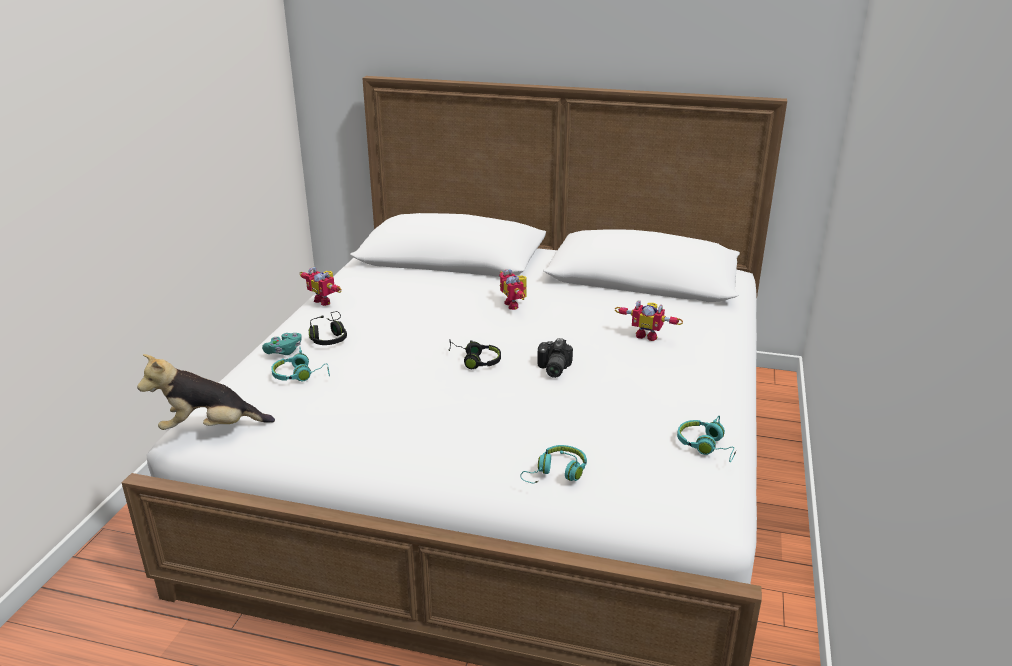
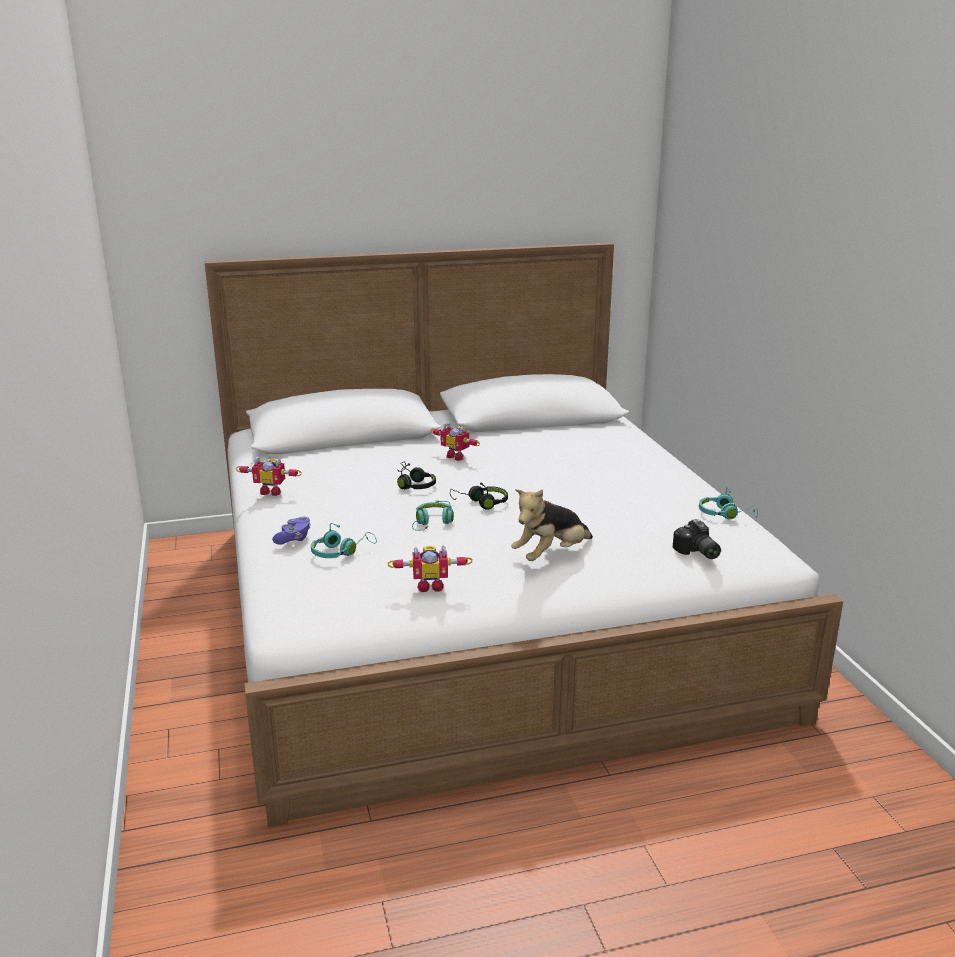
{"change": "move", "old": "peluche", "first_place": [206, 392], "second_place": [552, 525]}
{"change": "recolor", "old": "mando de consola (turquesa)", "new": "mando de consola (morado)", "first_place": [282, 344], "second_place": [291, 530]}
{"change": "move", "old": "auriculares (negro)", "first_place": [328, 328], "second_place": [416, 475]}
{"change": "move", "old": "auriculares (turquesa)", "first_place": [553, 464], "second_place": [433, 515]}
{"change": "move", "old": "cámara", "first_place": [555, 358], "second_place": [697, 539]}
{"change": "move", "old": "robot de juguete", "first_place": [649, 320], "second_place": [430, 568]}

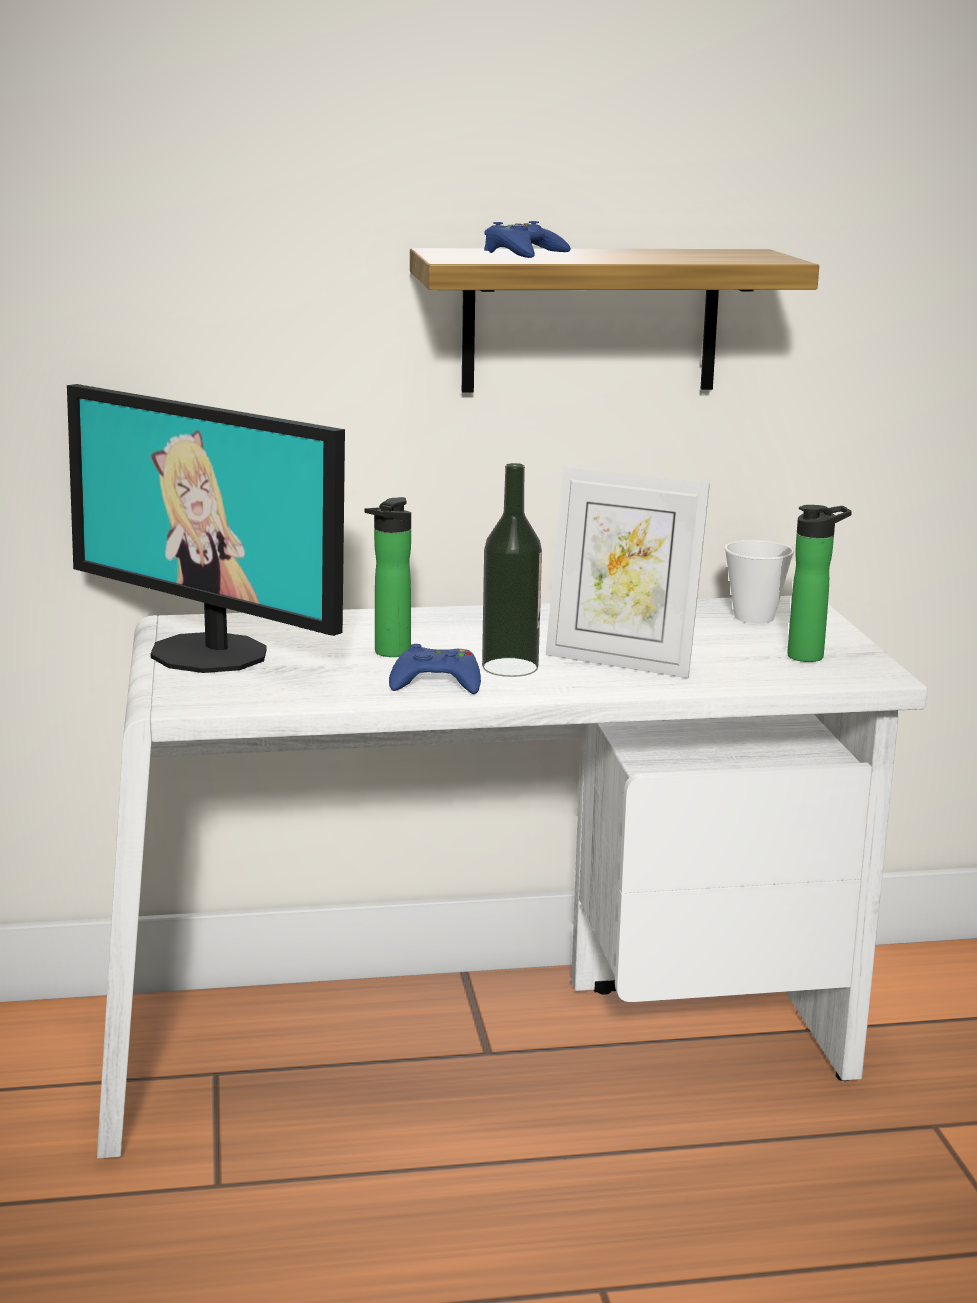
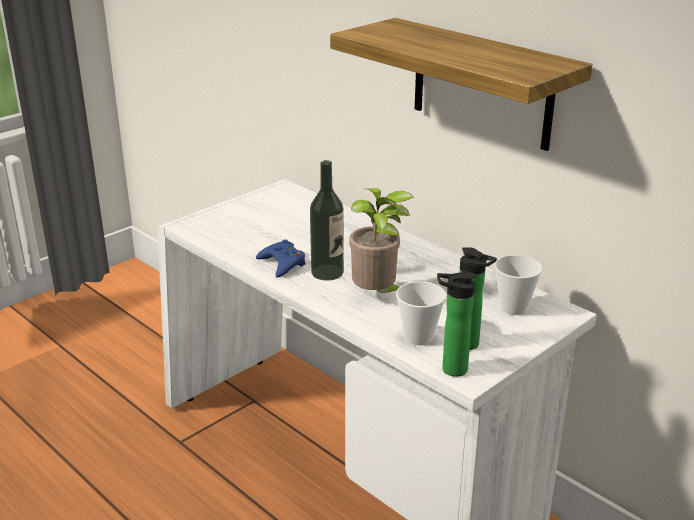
{"change": "delete", "old": "monitor", "first_place": [206, 528]}
{"change": "move", "old": "botella", "first_place": [387, 577], "second_place": [456, 324]}
{"change": "delete", "old": "mando de consola (azul)", "first_place": [527, 239]}
{"change": "replace", "old": "portarretratos", "new": "planta en maceta", "first_place": [627, 572], "second_place": [381, 240]}
{"change": "insert", "new": "taza", "second_place": [421, 313]}

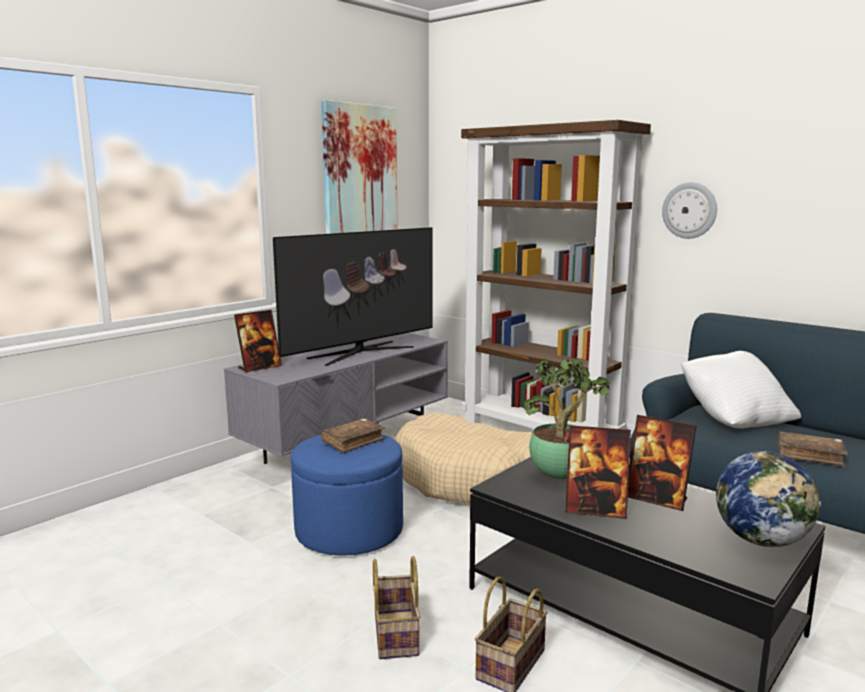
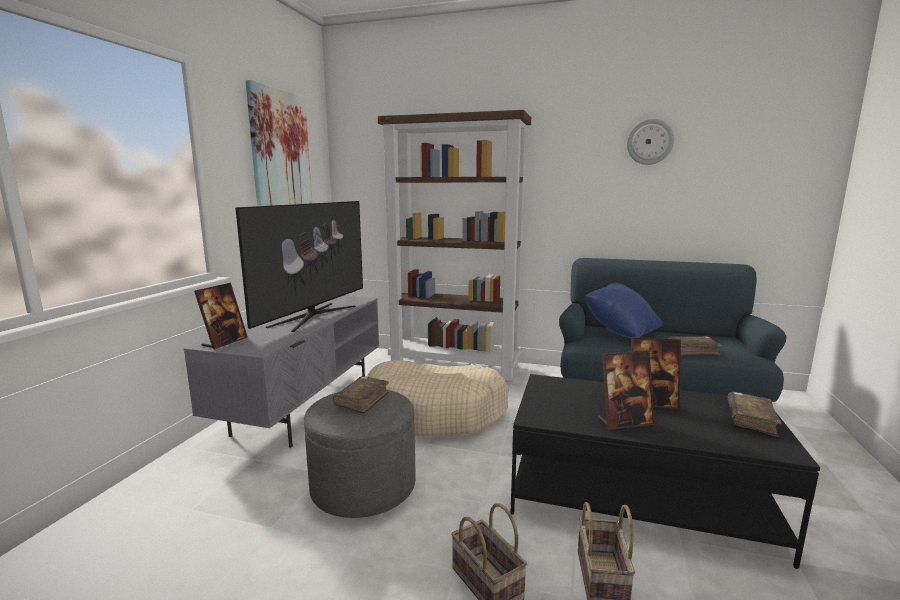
{"change": "recolor", "old": "puf (azul)", "new": "puf (gris)", "first_place": [347, 495], "second_place": [360, 454]}
{"change": "delete", "old": "planta en maceta", "first_place": [566, 418]}
{"change": "move", "old": "reloj de pared", "first_place": [689, 210], "second_place": [650, 142]}
{"change": "recolor", "old": "cojín (blanco)", "new": "cojín (azul)", "first_place": [741, 389], "second_place": [624, 310]}
{"change": "replace", "old": "globo terráqueo", "new": "libro (marrón)", "first_place": [768, 499], "second_place": [755, 414]}

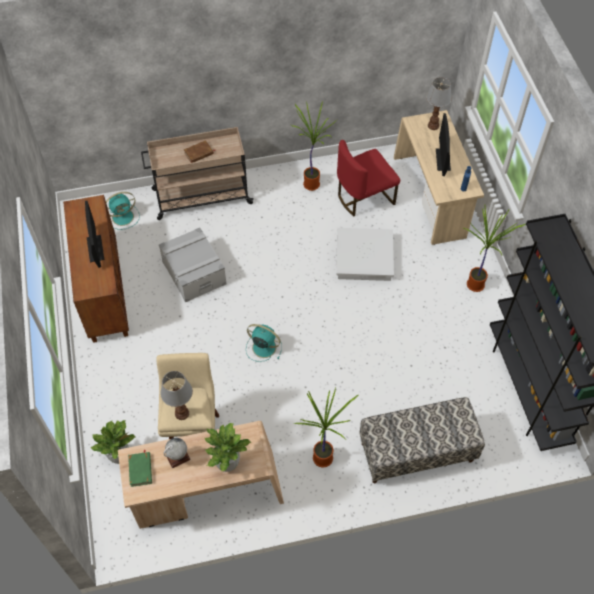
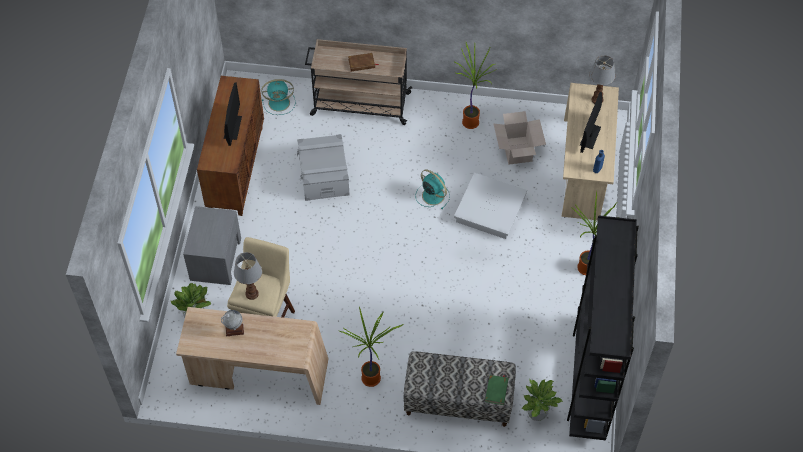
{"change": "move", "old": "libro (verde)", "first_place": [140, 468], "second_place": [496, 390]}
{"change": "move", "old": "planta en maceta", "first_place": [228, 447], "second_place": [542, 400]}
{"change": "move", "old": "ventilador (turquesa)", "first_place": [264, 343], "second_place": [432, 190]}
{"change": "replace", "old": "silla (rojo)", "new": "caja de cartón", "first_place": [368, 178], "second_place": [520, 138]}
{"change": "insert", "new": "mesita de noche (gris)", "second_place": [212, 245]}

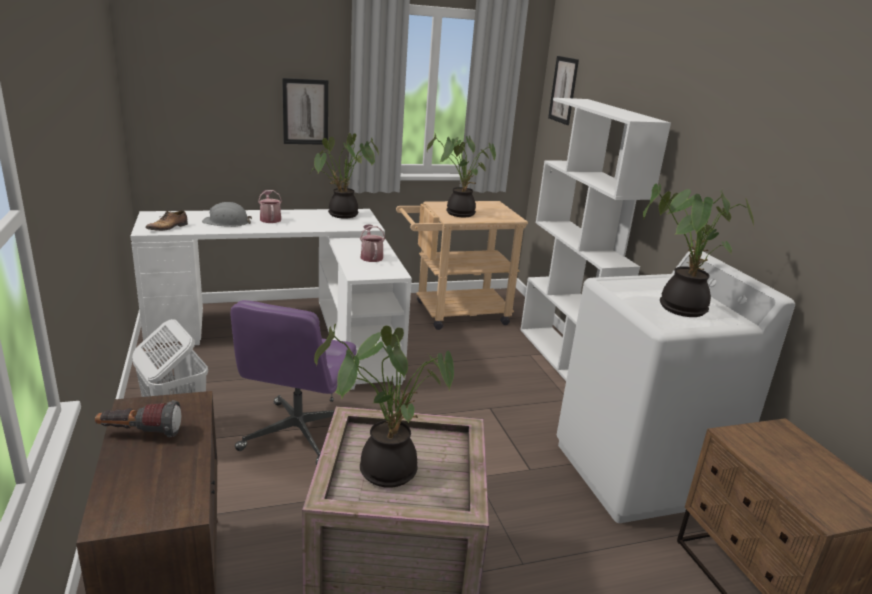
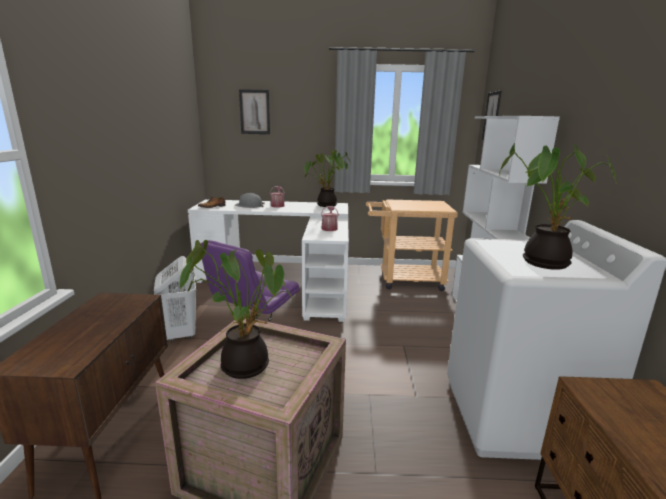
{"change": "delete", "old": "linterna", "first_place": [138, 418]}
{"change": "move", "old": "cuadro", "first_place": [305, 111], "second_place": [254, 111]}
{"change": "delete", "old": "planta en maceta", "first_place": [461, 175]}

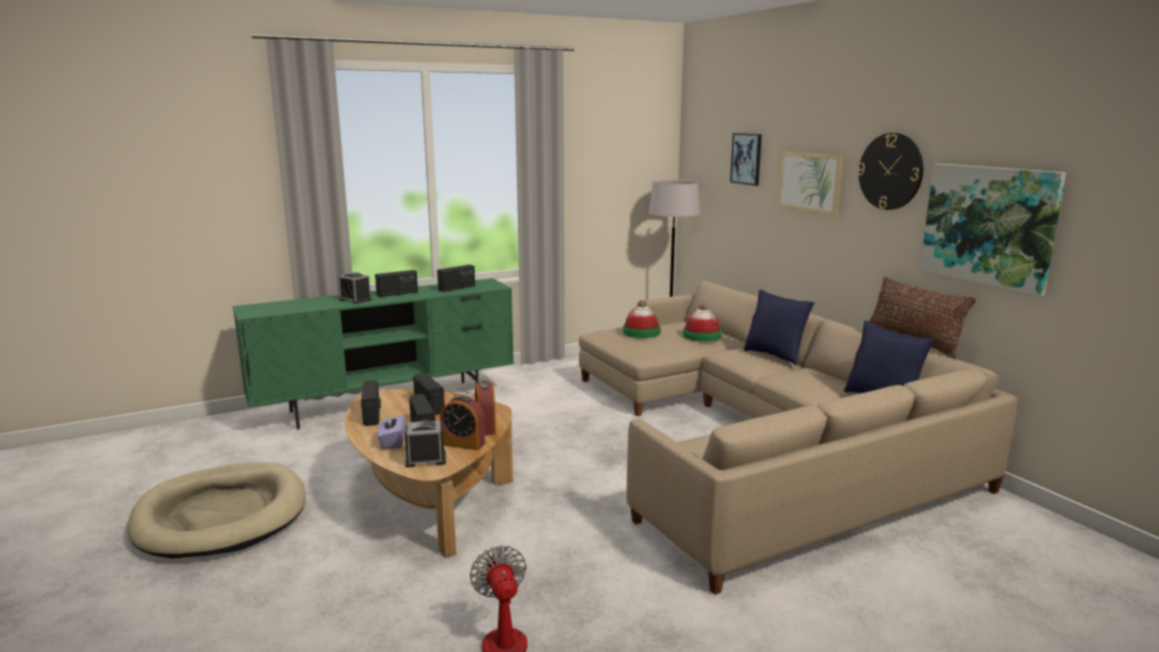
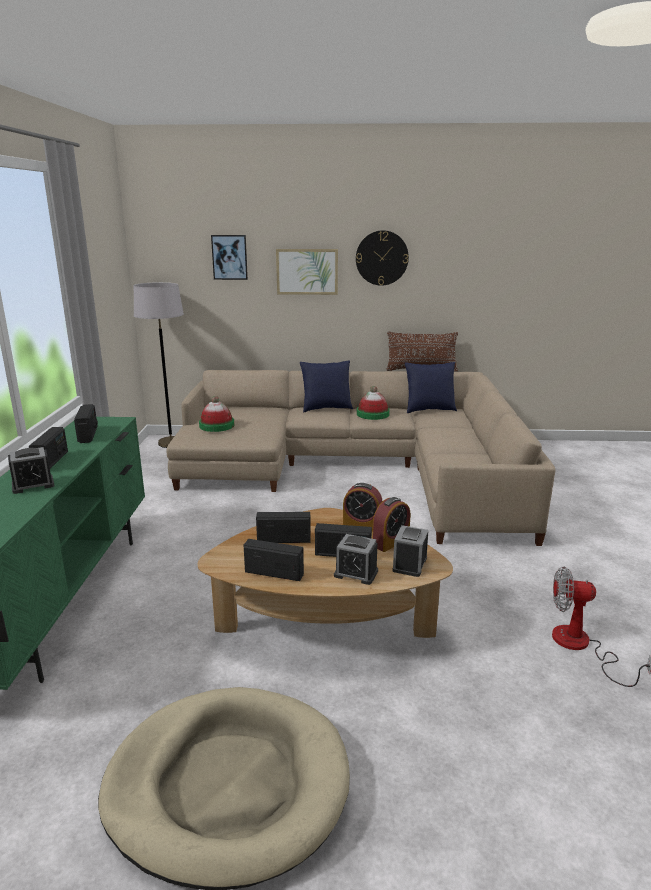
{"change": "replace", "old": "caja de pañuelos (morado)", "new": "despertador", "first_place": [391, 430], "second_place": [356, 559]}
{"change": "move", "old": "sombrero", "first_place": [702, 322], "second_place": [373, 403]}
{"change": "delete", "old": "cuadro", "first_place": [993, 230]}

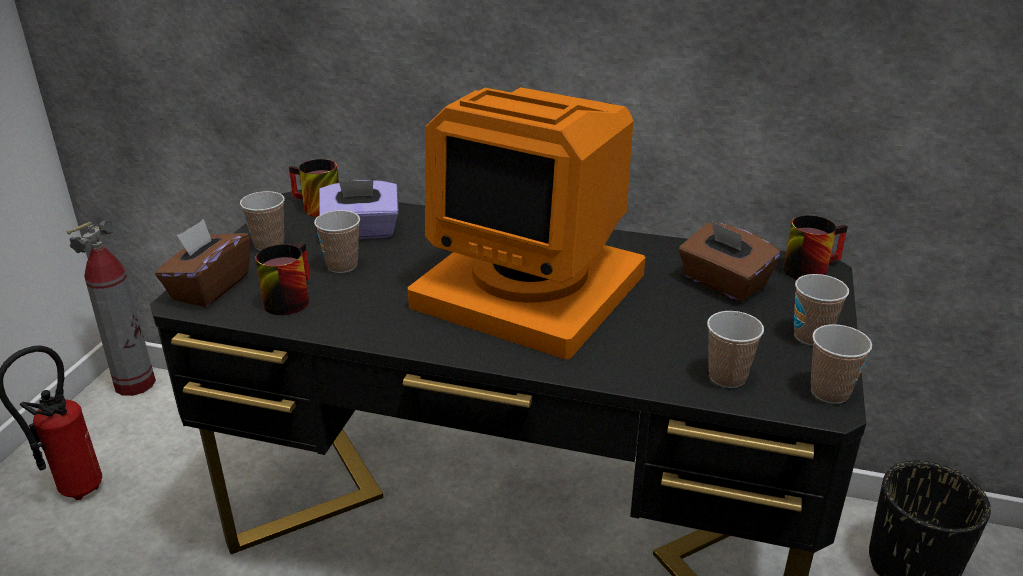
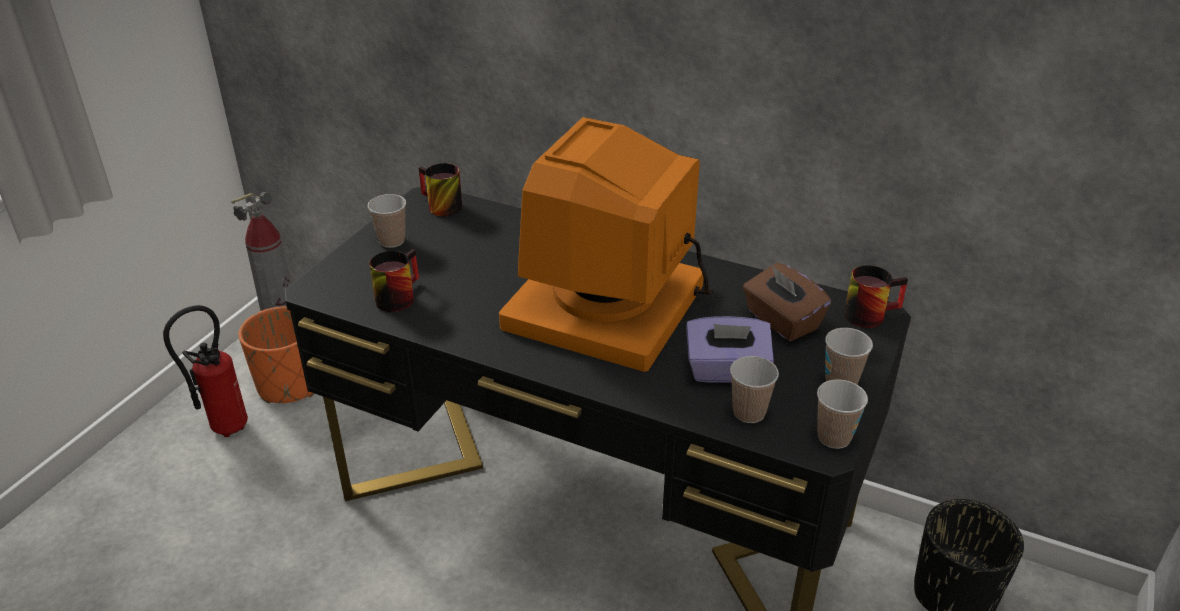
{"change": "delete", "old": "caja de pañuelos (marrón)", "first_place": [202, 263]}
{"change": "delete", "old": "taza", "first_place": [337, 241]}
{"change": "move", "old": "caja de pañuelos (morado)", "first_place": [359, 209], "second_place": [730, 349]}
{"change": "rotate", "old": "monitor", "first_place": [526, 223], "second_place": [606, 244], "degrees": 75}
{"change": "insert", "new": "maceta (naranja)", "second_place": [276, 354]}

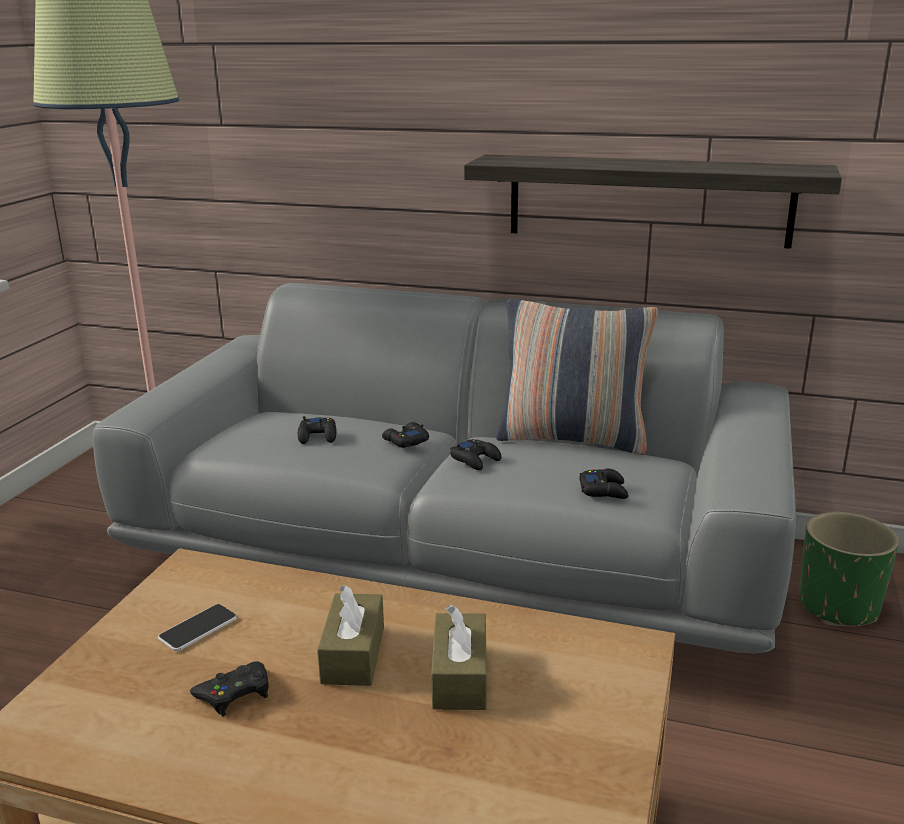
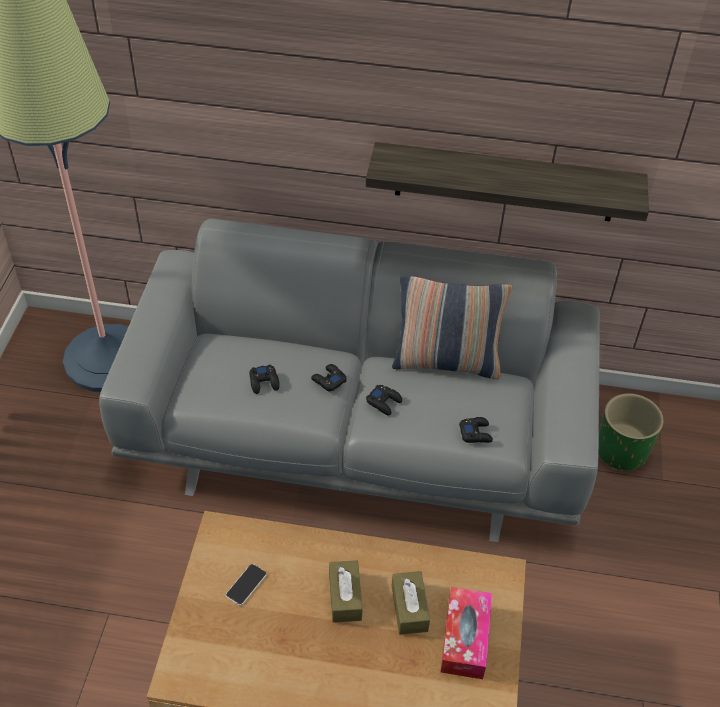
{"change": "delete", "old": "mando de consola (negro)", "first_place": [229, 688]}
{"change": "insert", "new": "caja de pañuelos", "second_place": [466, 633]}

